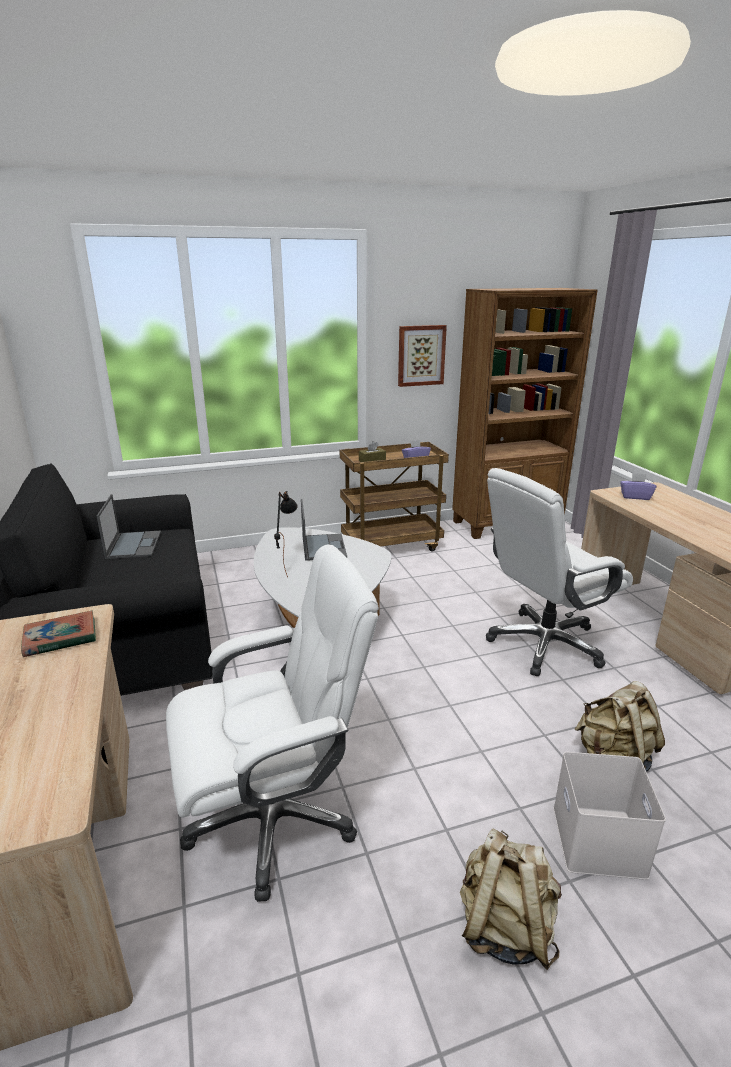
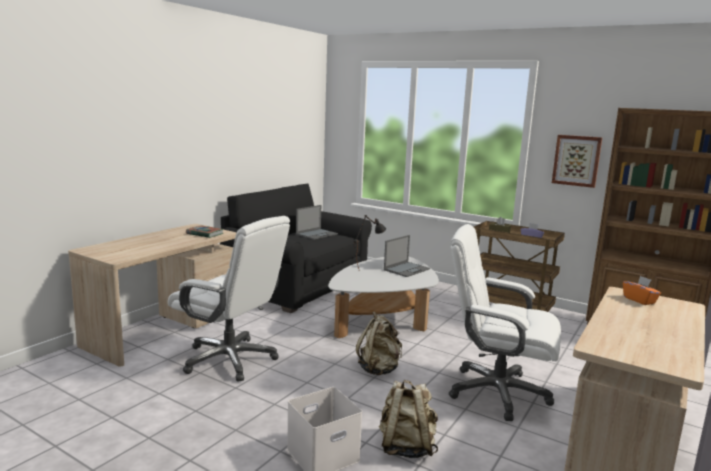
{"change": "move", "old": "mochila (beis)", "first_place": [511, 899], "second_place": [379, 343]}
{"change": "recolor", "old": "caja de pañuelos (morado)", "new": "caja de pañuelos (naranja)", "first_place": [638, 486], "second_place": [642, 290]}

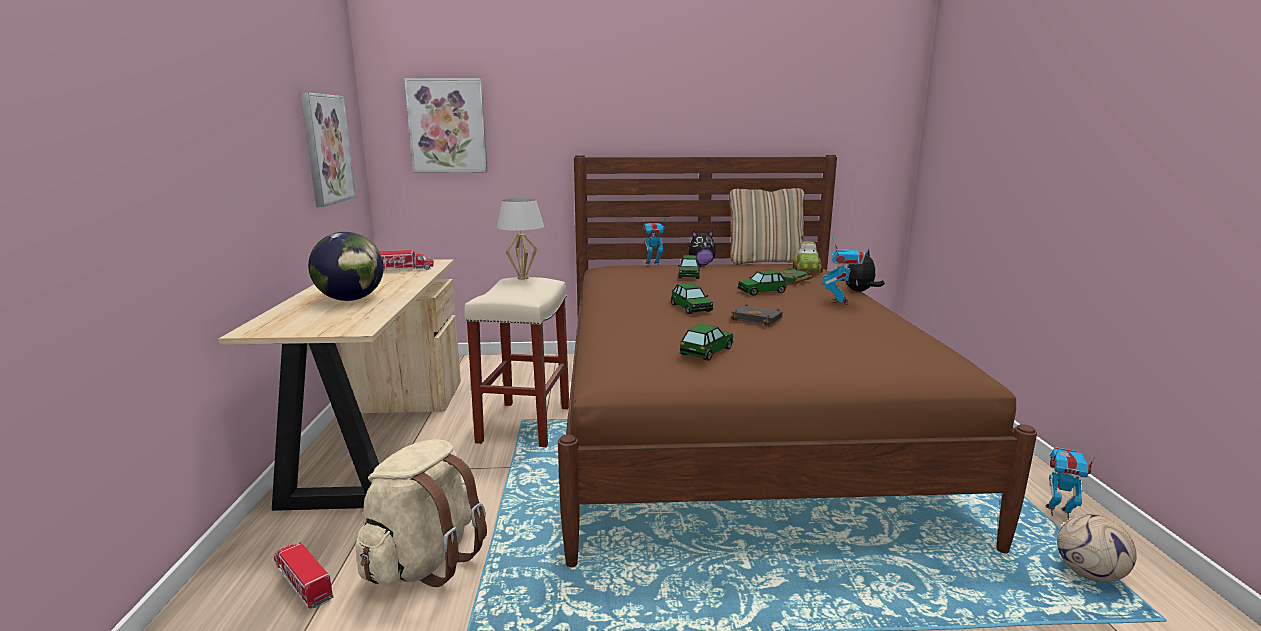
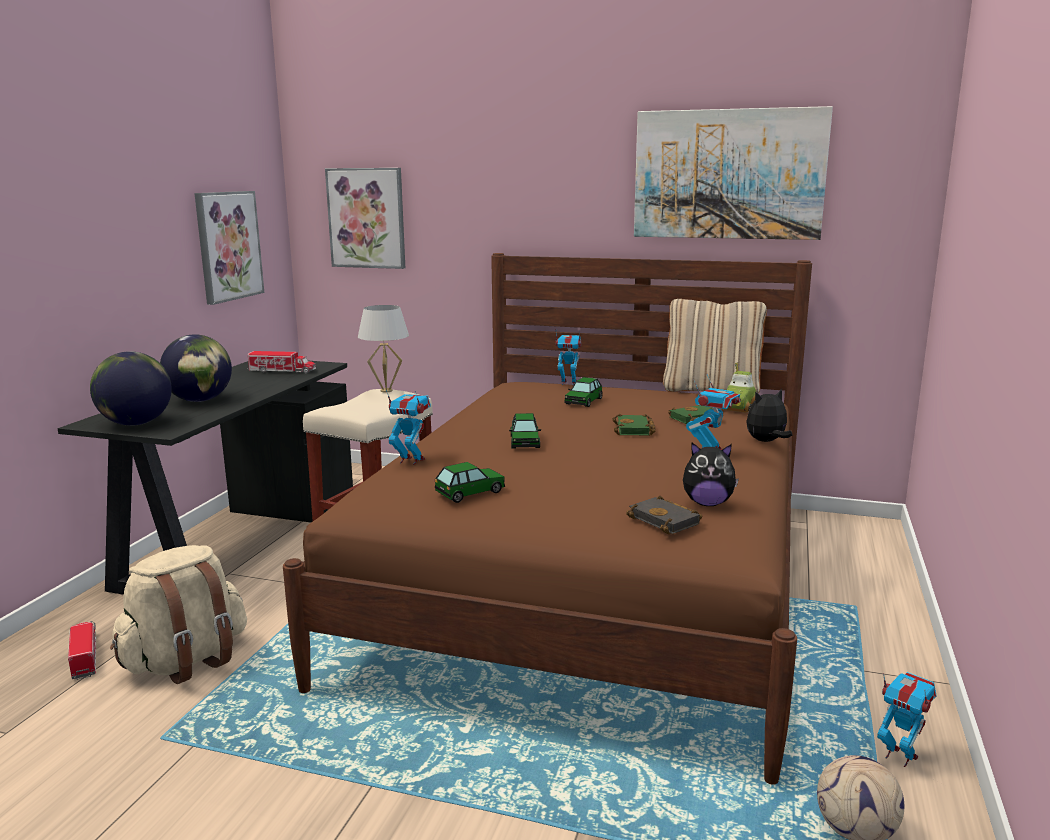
{"change": "recolor", "old": "escritorio (beis)", "new": "escritorio (negro)", "first_place": [340, 385], "second_place": [205, 478]}
{"change": "move", "old": "peluche", "first_place": [702, 247], "second_place": [711, 474]}
{"change": "move", "old": "libro (negro)", "first_place": [757, 315], "second_place": [664, 515]}
{"change": "replace", "old": "coche de juguete", "new": "libro (verde)", "first_place": [762, 283], "second_place": [633, 425]}
{"change": "insert", "new": "globo terráqueo", "second_place": [131, 388]}
{"change": "insert", "new": "robot de juguete", "second_place": [408, 427]}
{"change": "insert", "new": "cuadro", "second_place": [733, 173]}

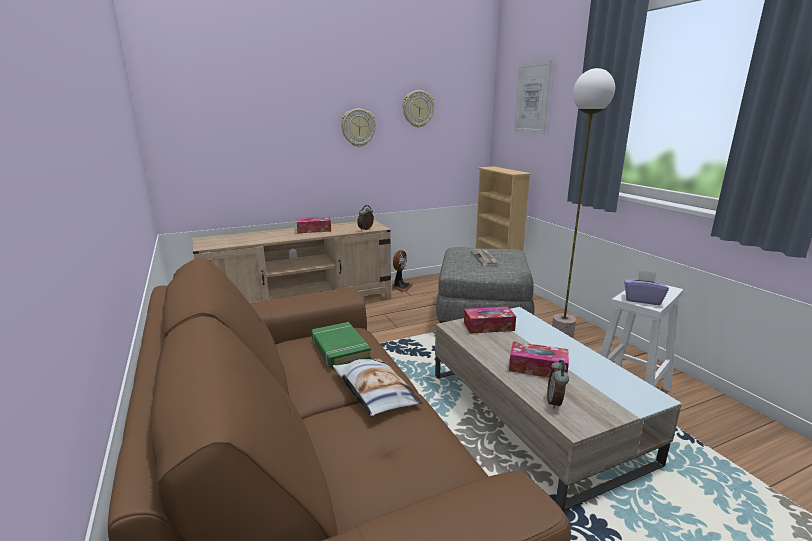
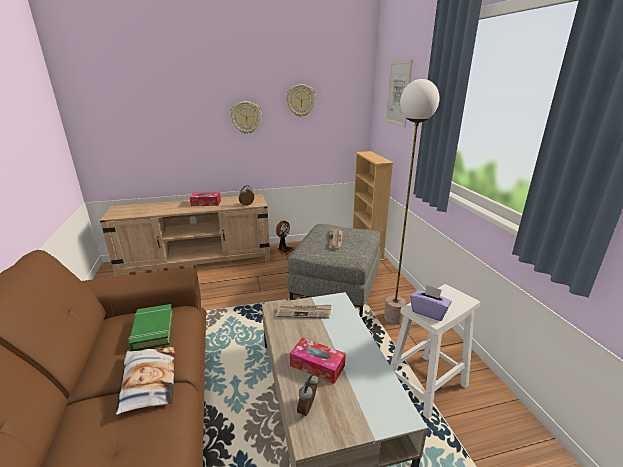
{"change": "replace", "old": "caja de pañuelos", "new": "periódico", "first_place": [490, 320], "second_place": [303, 311]}

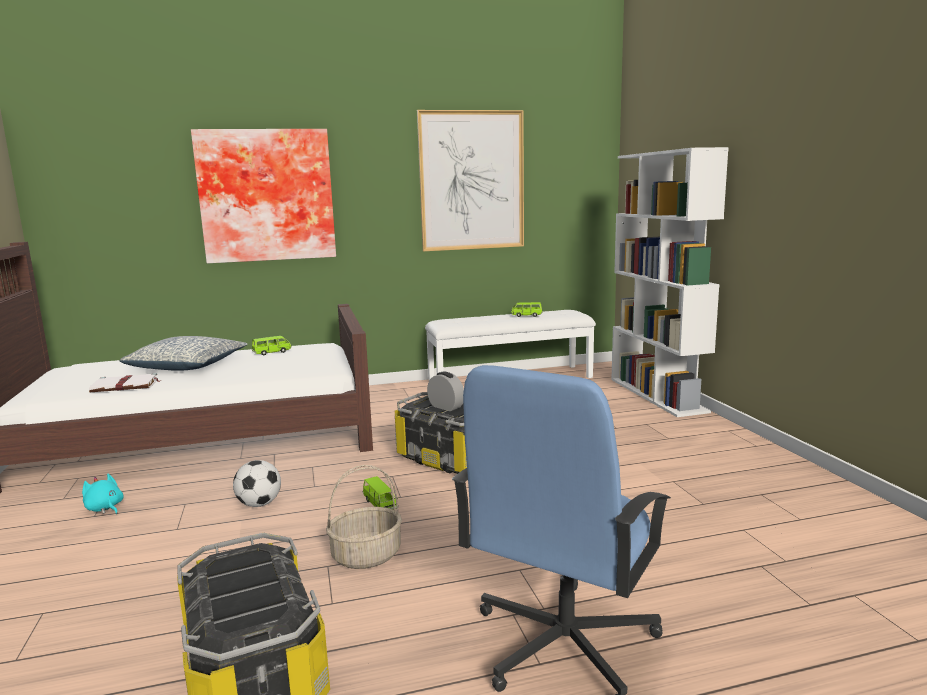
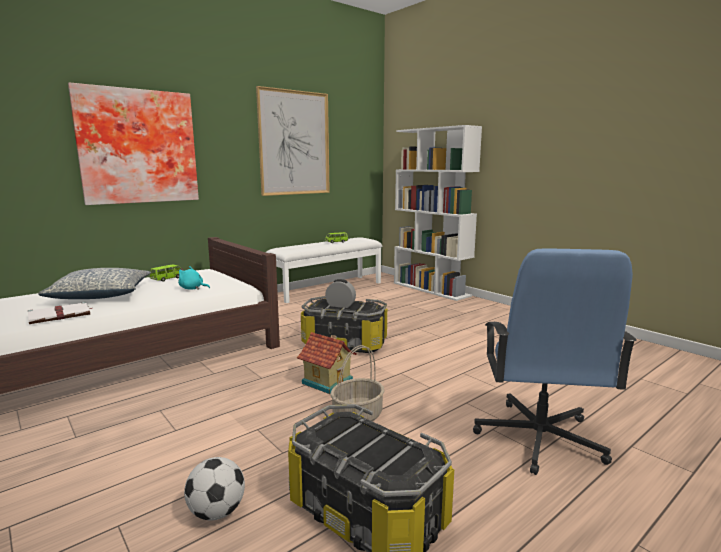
{"change": "move", "old": "peluche (turquesa)", "first_place": [103, 494], "second_place": [194, 278]}
{"change": "move", "old": "balón de fútbol", "first_place": [257, 483], "second_place": [214, 488]}
{"change": "replace", "old": "coche de juguete (verde)", "new": "casita", "first_place": [380, 493], "second_place": [327, 363]}

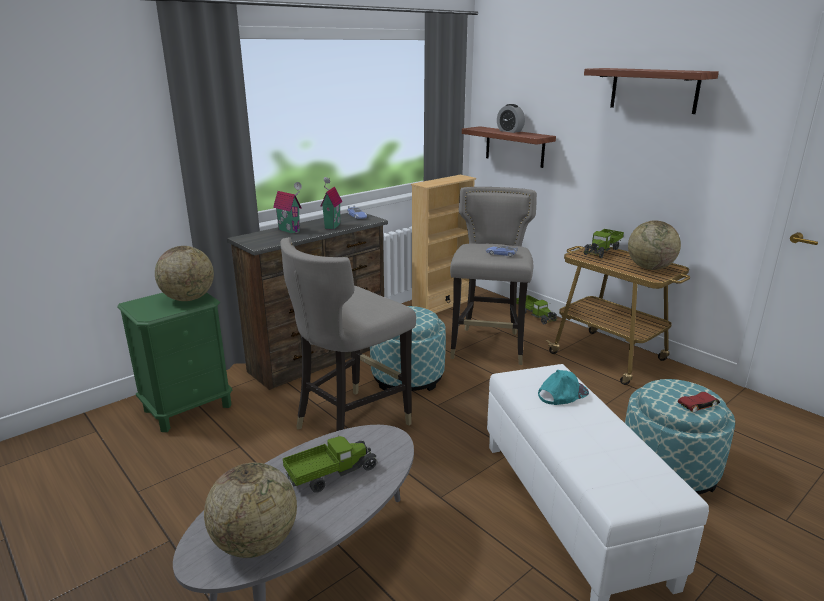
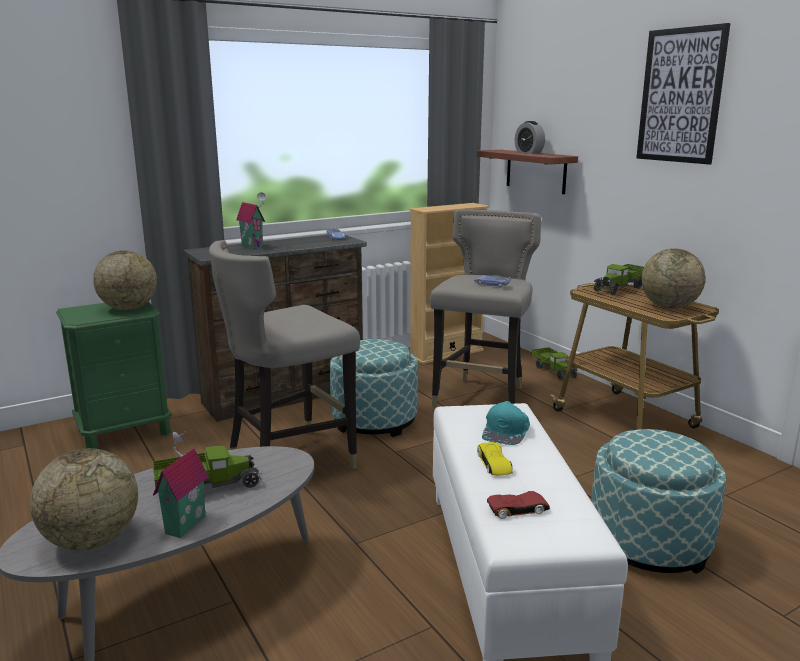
{"change": "move", "old": "casita", "first_place": [331, 203], "second_place": [181, 484]}
{"change": "rotate", "old": "gorra (turquesa)", "first_place": [563, 387], "second_place": [506, 423], "degrees": 135}
{"change": "replace", "old": "estante", "new": "cuadro", "first_place": [651, 91], "second_place": [683, 94]}
{"change": "move", "old": "coche de juguete (rojo)", "first_place": [699, 402], "second_place": [518, 505]}
{"change": "insert", "new": "coche de juguete (amarillo)", "second_place": [495, 459]}

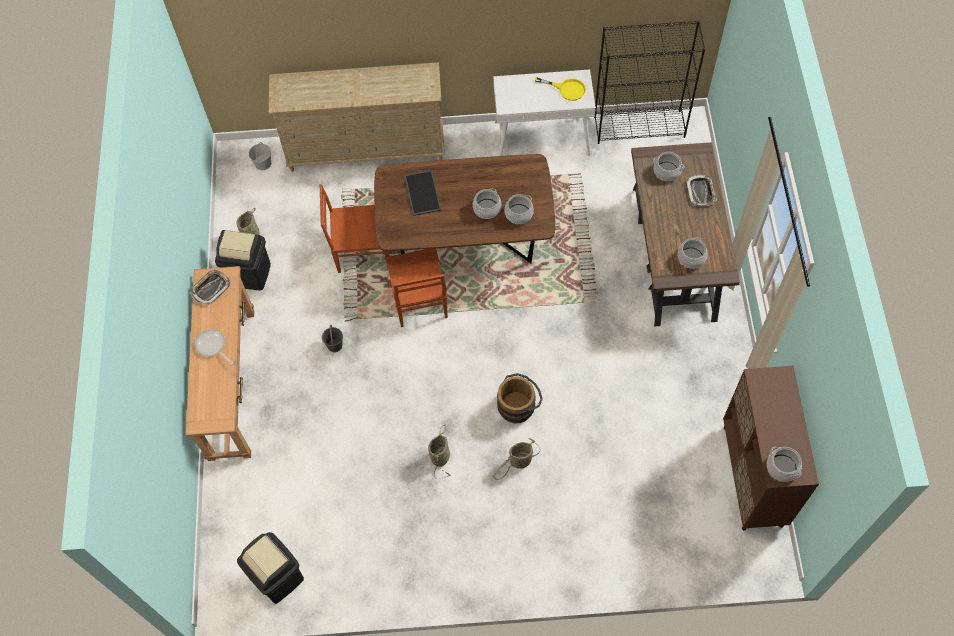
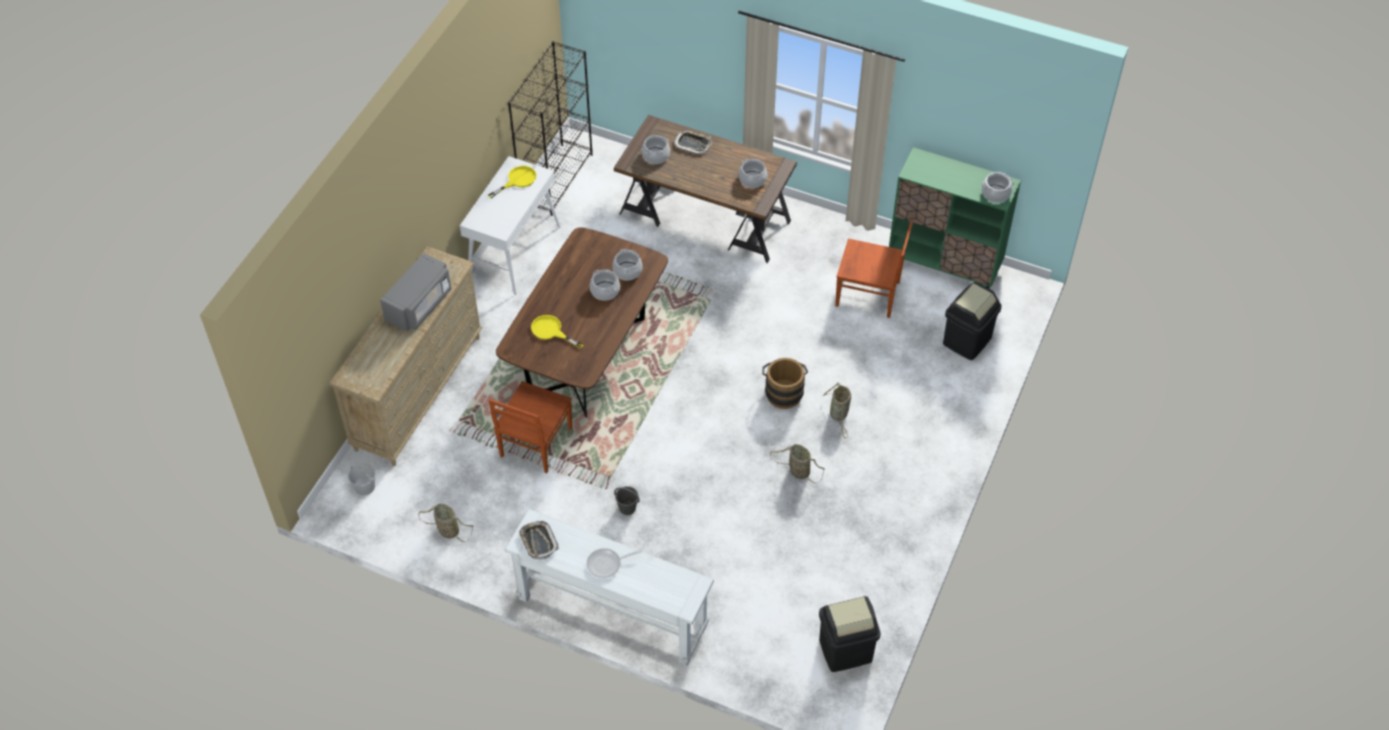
{"change": "recolor", "old": "mesa consola (marrón)", "new": "mesa consola (blanco)", "first_place": [220, 363], "second_place": [609, 587]}
{"change": "move", "old": "papelera (negro)", "first_place": [243, 260], "second_place": [972, 321]}
{"change": "move", "old": "silla (marrón)", "first_place": [417, 287], "second_place": [874, 268]}
{"change": "replace", "old": "bandeja", "new": "sartén (amarillo)", "first_place": [422, 193], "second_place": [557, 332]}
{"change": "recolor", "old": "armario (marrón)", "new": "armario (verde)", "first_place": [771, 448], "second_place": [955, 217]}
{"change": "insert", "new": "microondas (gris)", "second_place": [415, 292]}

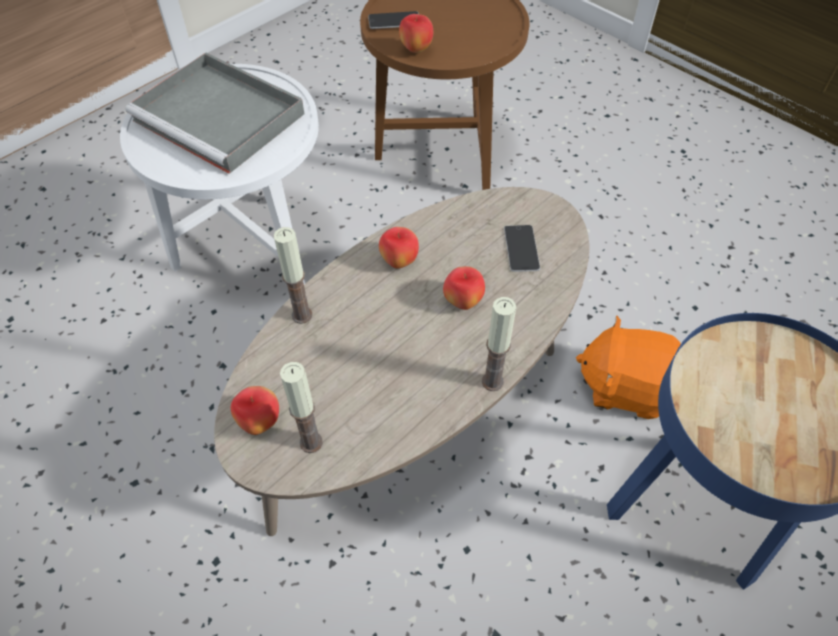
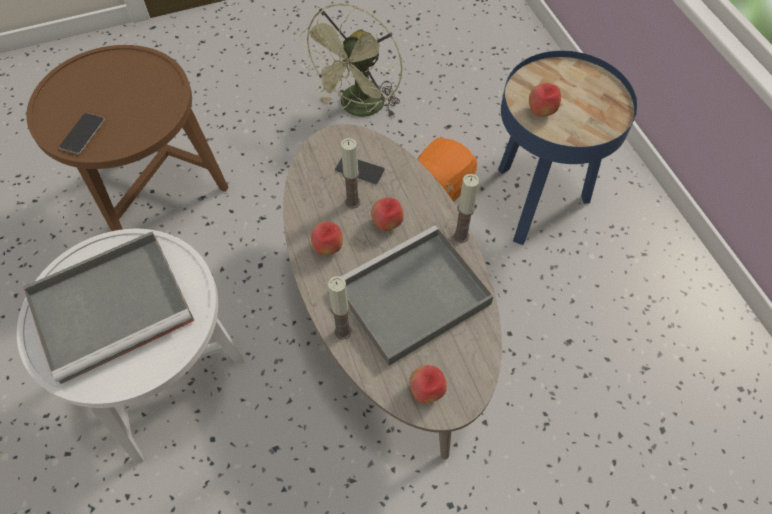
{"change": "move", "old": "vela", "first_place": [301, 407], "second_place": [351, 173]}
{"change": "move", "old": "manzana", "first_place": [416, 33], "second_place": [545, 100]}
{"change": "insert", "new": "ventilador (verde)", "second_place": [351, 61]}
{"change": "insert", "new": "bandeja (gris)", "second_place": [417, 295]}

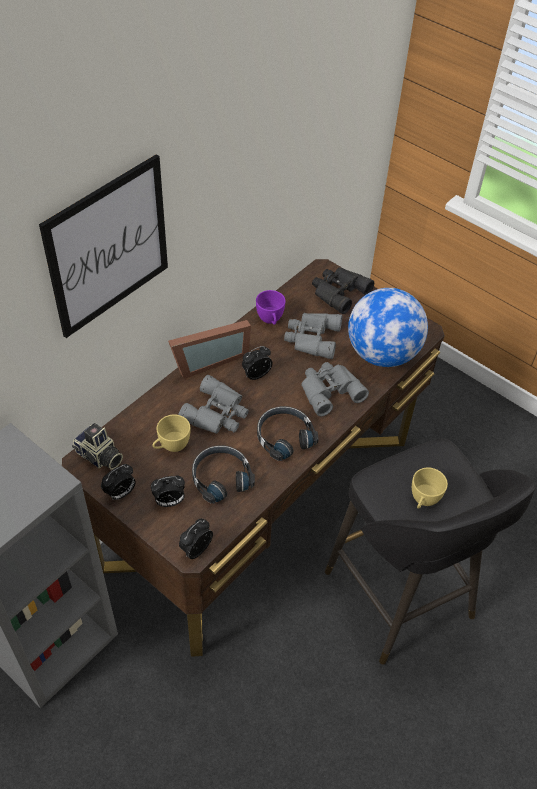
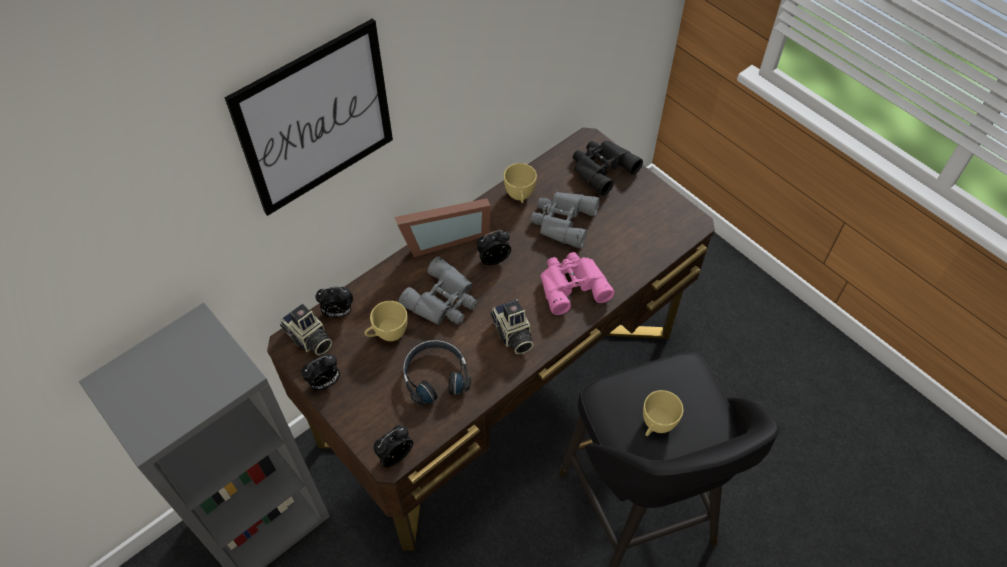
{"change": "move", "old": "despertador", "first_place": [168, 491], "second_place": [334, 302]}
{"change": "recolor", "old": "taza (morado)", "new": "taza (amarillo)", "first_place": [271, 307], "second_place": [520, 183]}
{"change": "replace", "old": "auriculares (negro)", "new": "cámara", "first_place": [287, 433], "second_place": [512, 326]}
{"change": "recolor", "old": "prismáticos (gris)", "new": "prismáticos (rosa)", "first_place": [335, 389], "second_place": [577, 283]}
{"change": "delete", "old": "globo terráqueo", "first_place": [388, 327]}

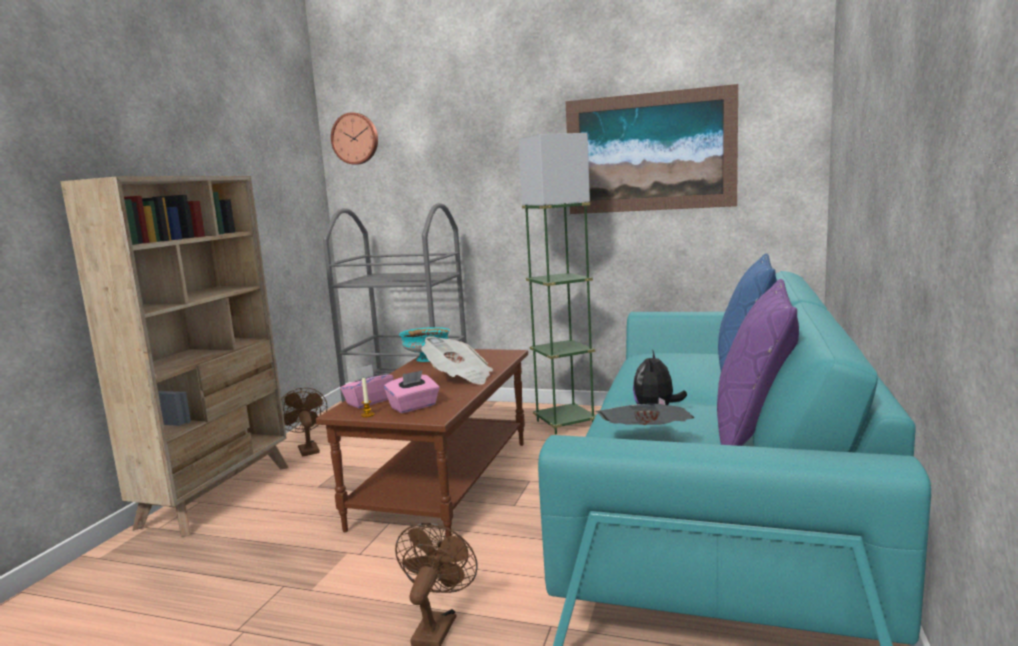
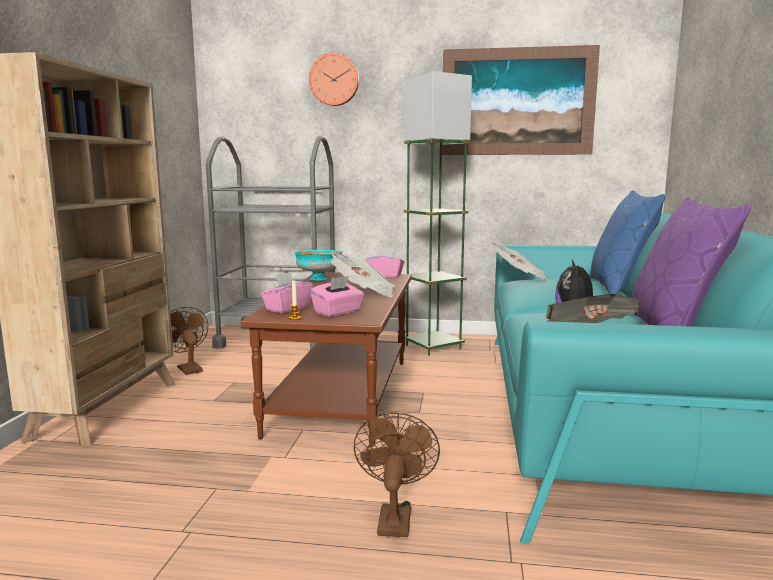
{"change": "move", "old": "reloj de pared", "first_place": [354, 138], "second_place": [334, 79]}
{"change": "insert", "new": "caja de pañuelos (rosa)", "second_place": [385, 263]}
{"change": "insert", "new": "periódico", "second_place": [519, 261]}

